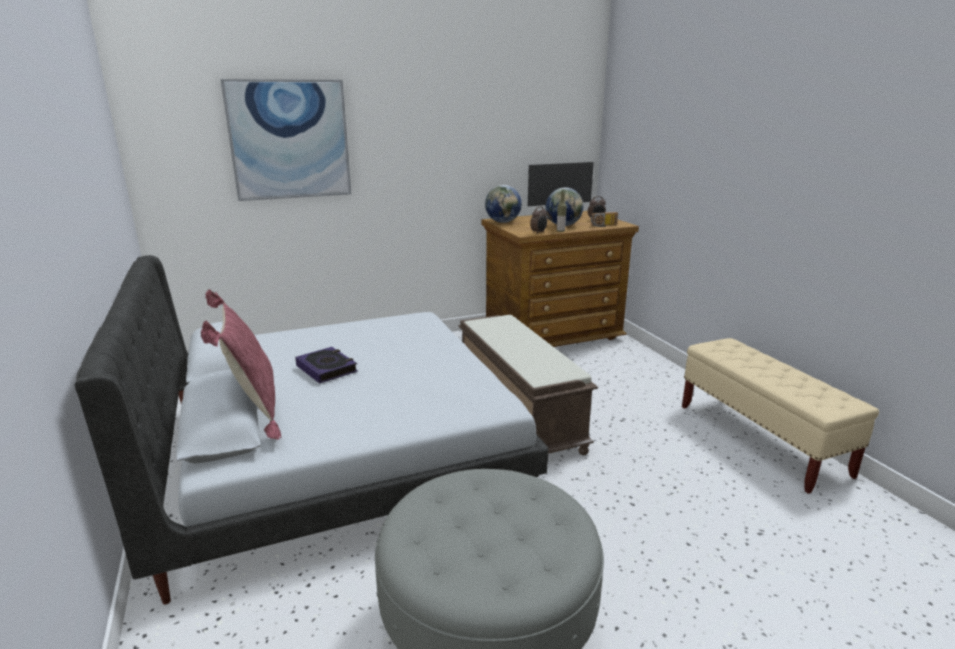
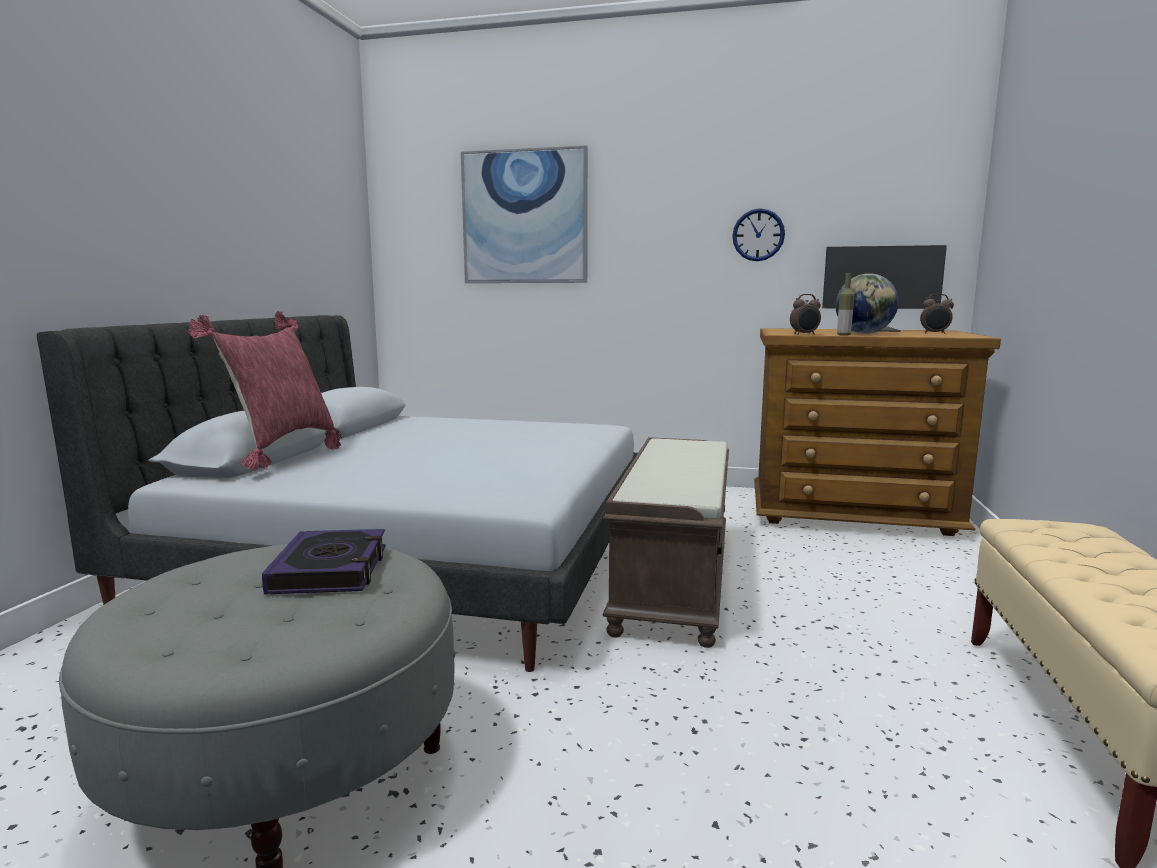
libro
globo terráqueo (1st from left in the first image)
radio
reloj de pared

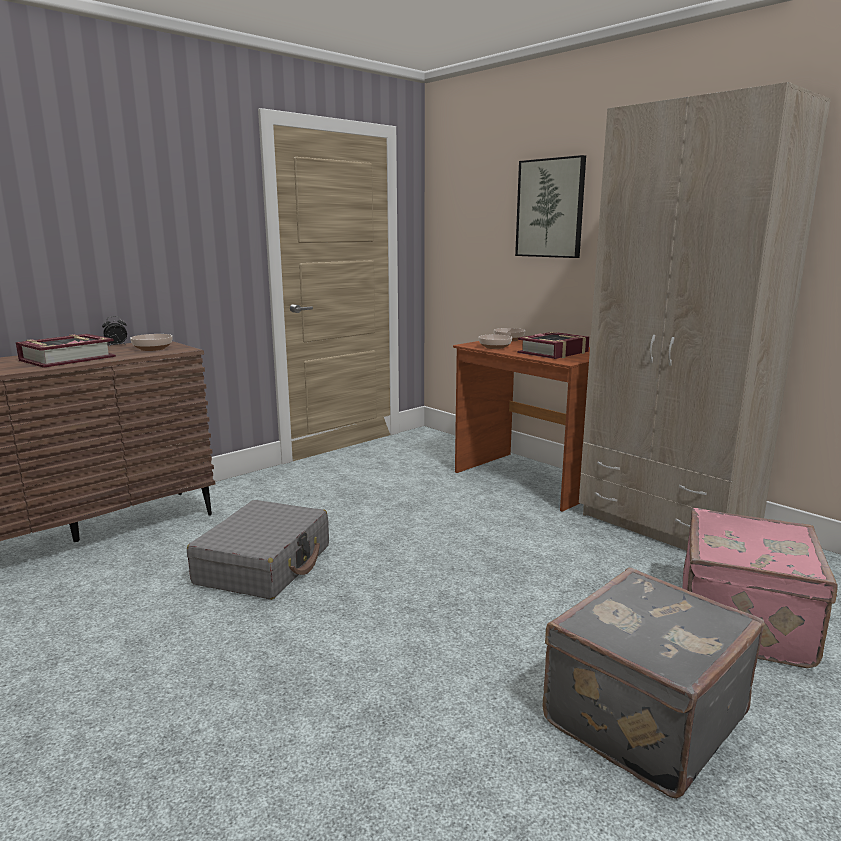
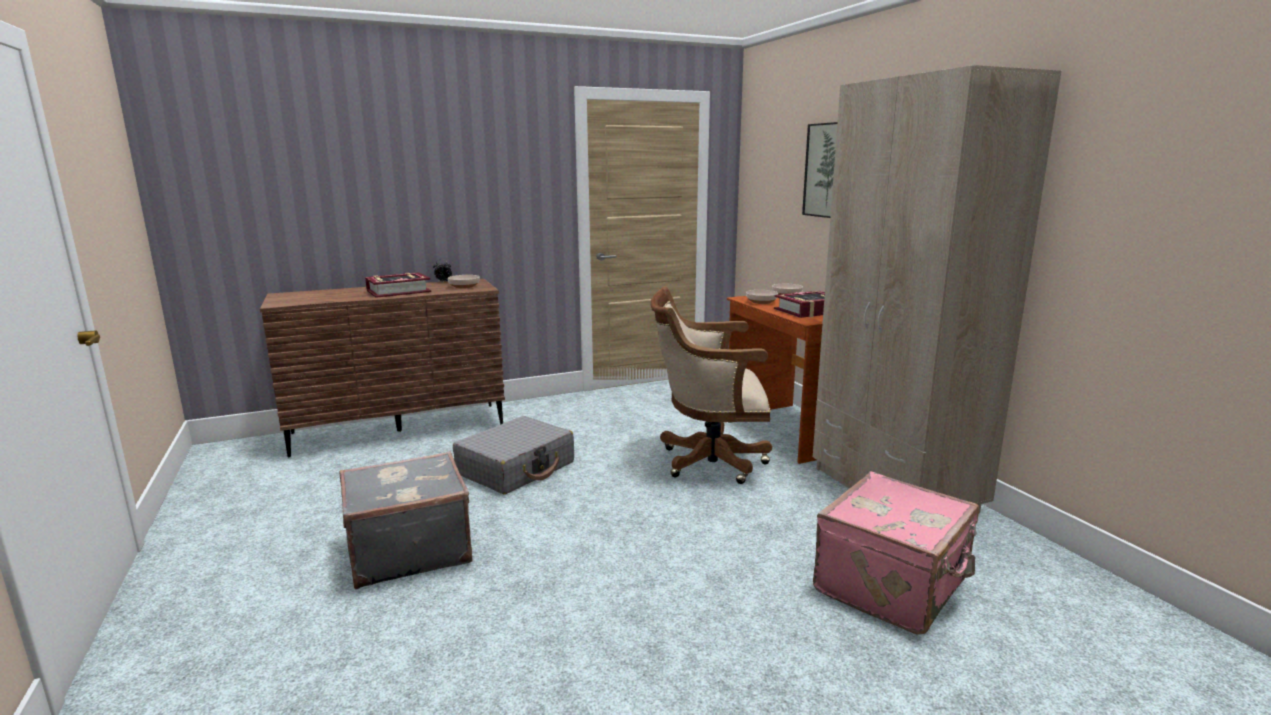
maleta/gris (1st from left)
silla de oficina

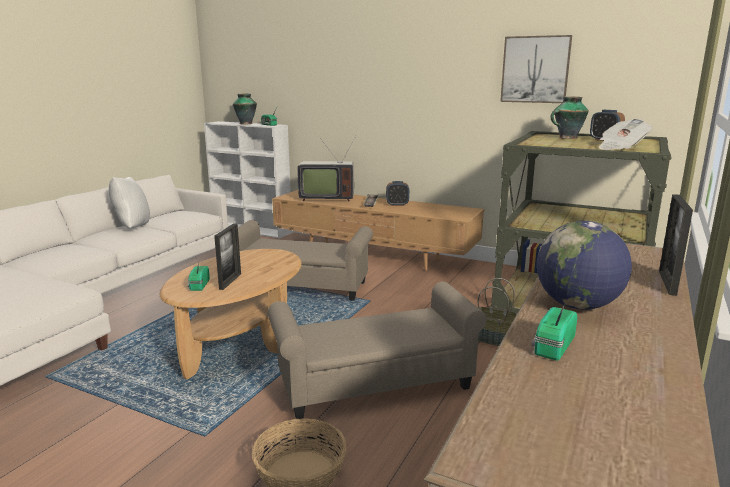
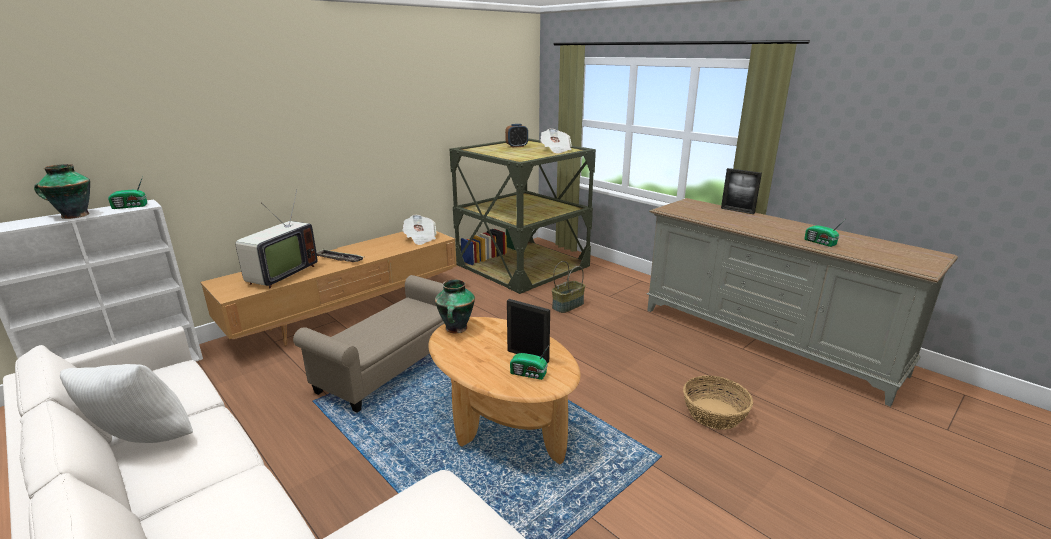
puf/beis (2nd from left in the first image)
despertador (1st from left in the first image)
cuadro
globo terráqueo
florero (2nd from left)
periódico (1st from left)

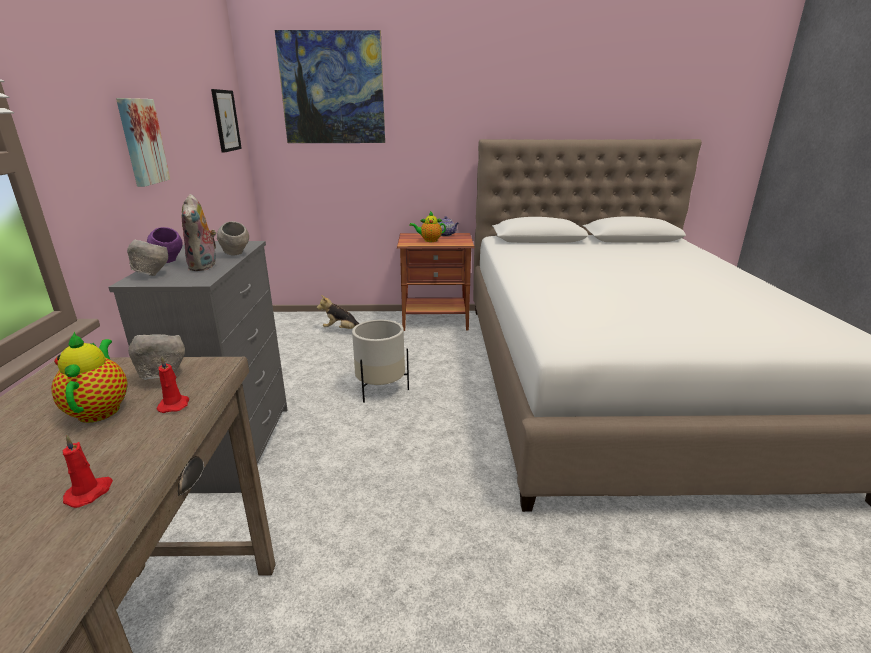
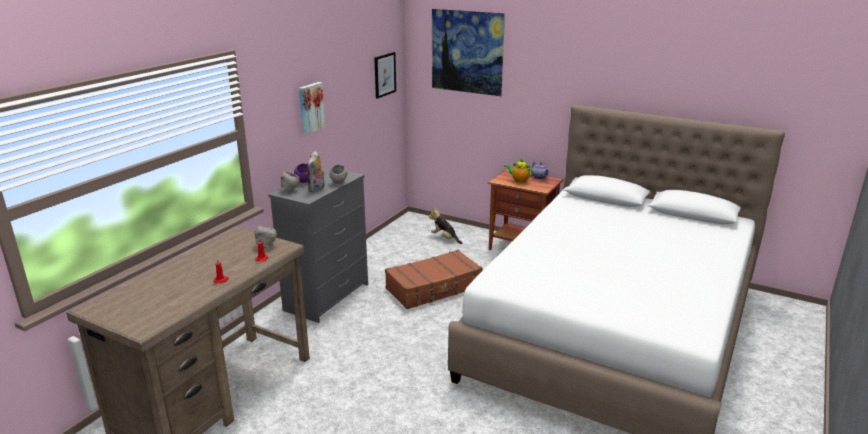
tetera (1st from left in the first image)
maleta/marrón

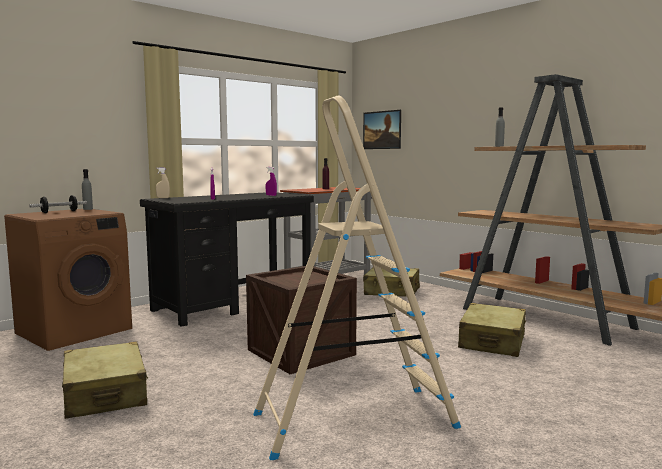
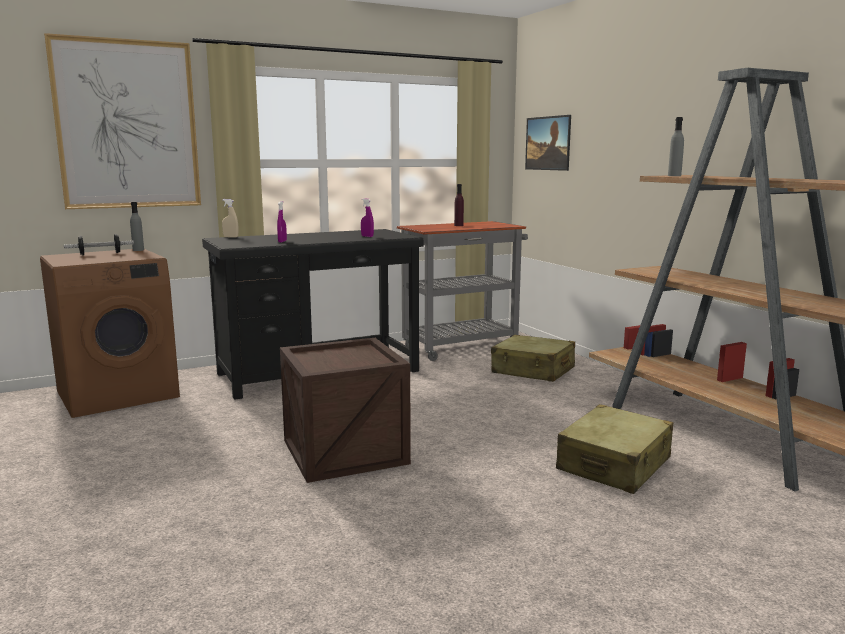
maleta/beis (1st from left in the first image)
escalera de tijera/beis
cuadro (1st from left)

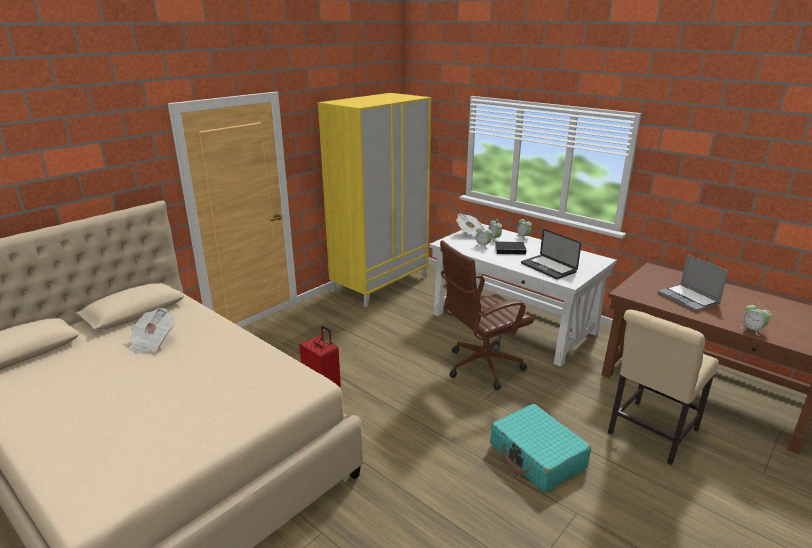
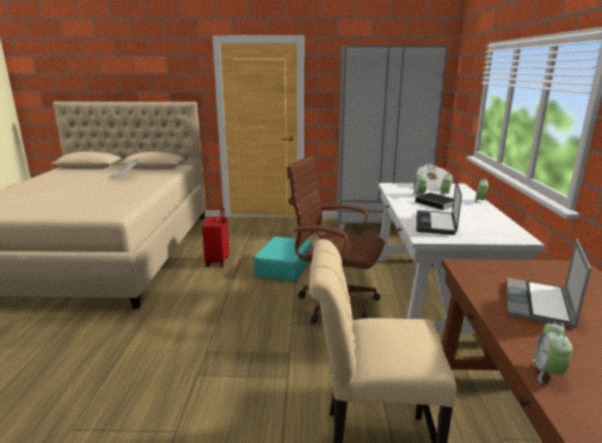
armario ropero/gris
maleta/turquesa

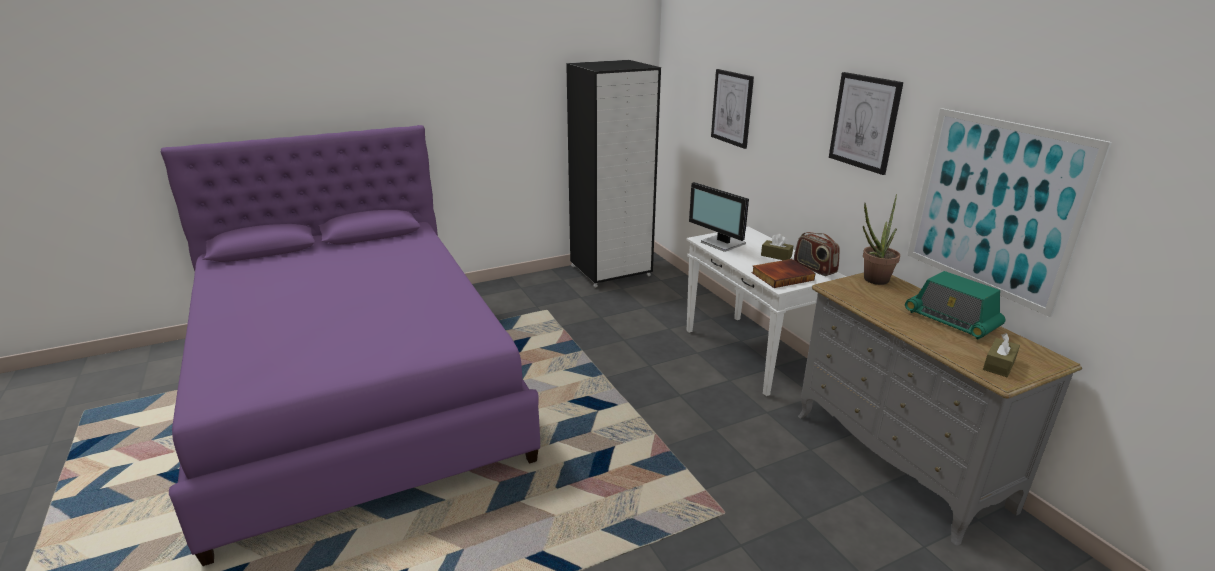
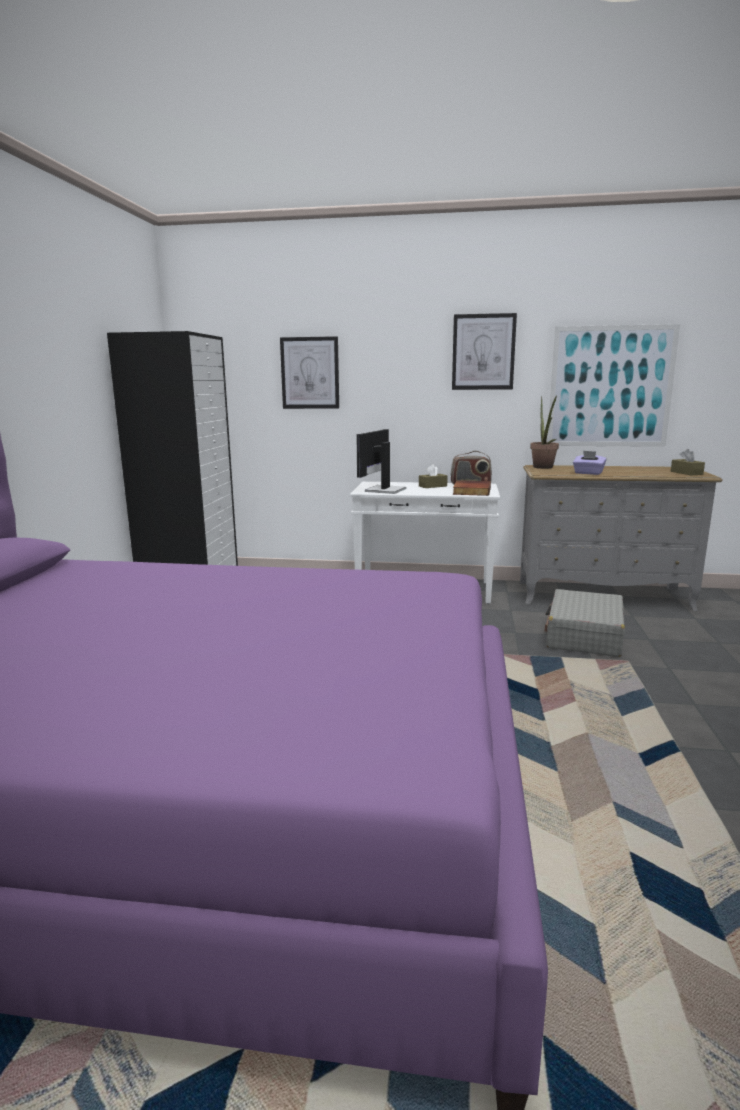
monitor
radio (2nd from left in the first image)
maleta/gris
caja de pañuelos/morado

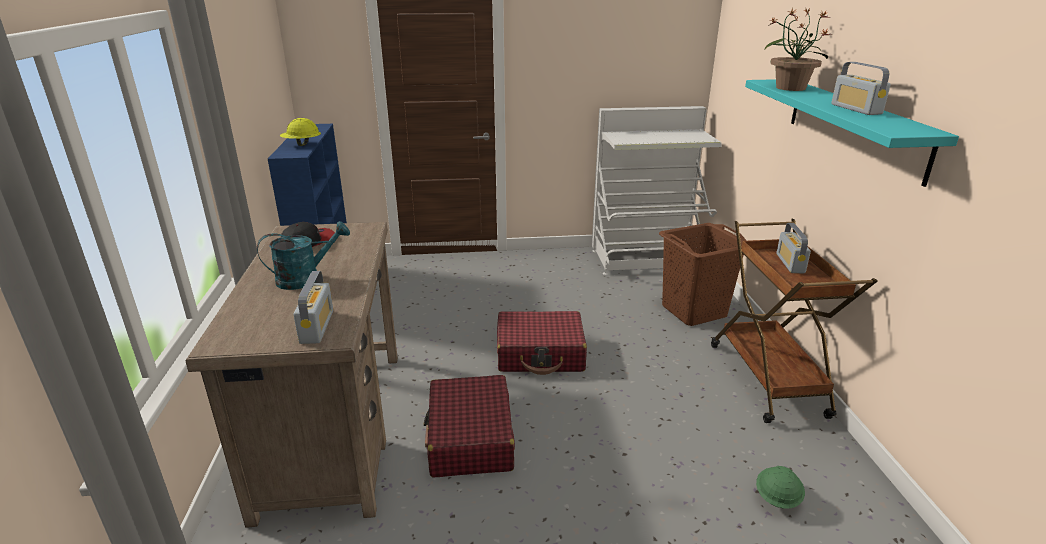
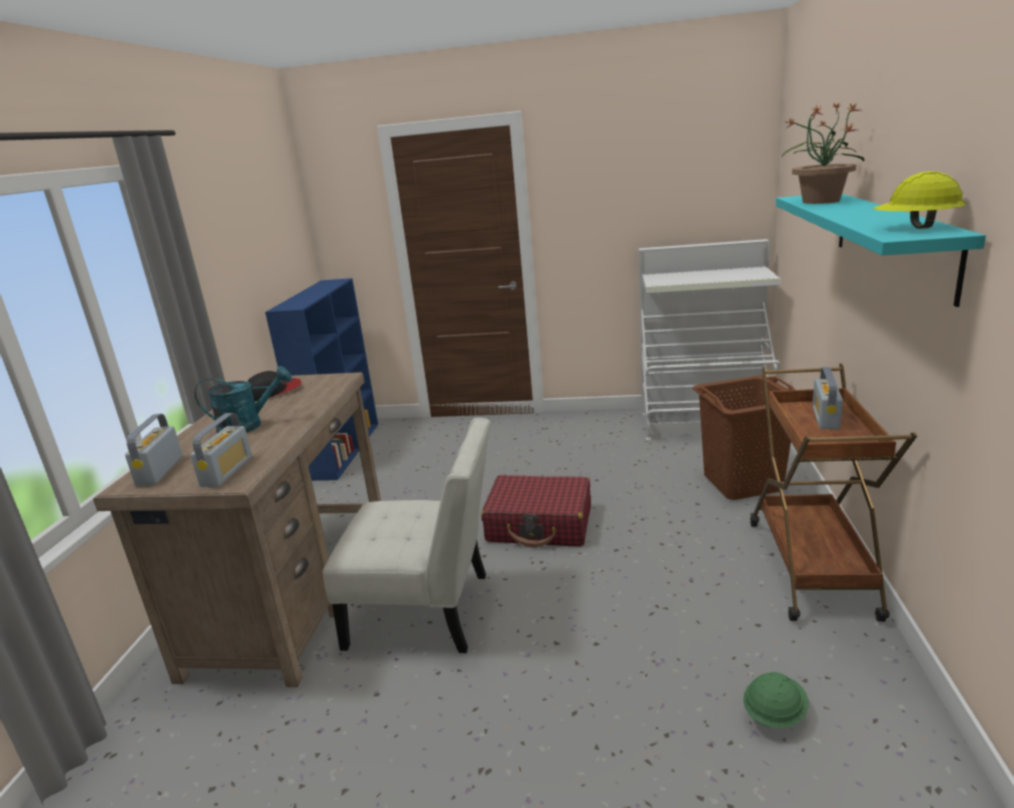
casco/amarillo
silla/blanco
radio (1st from left)

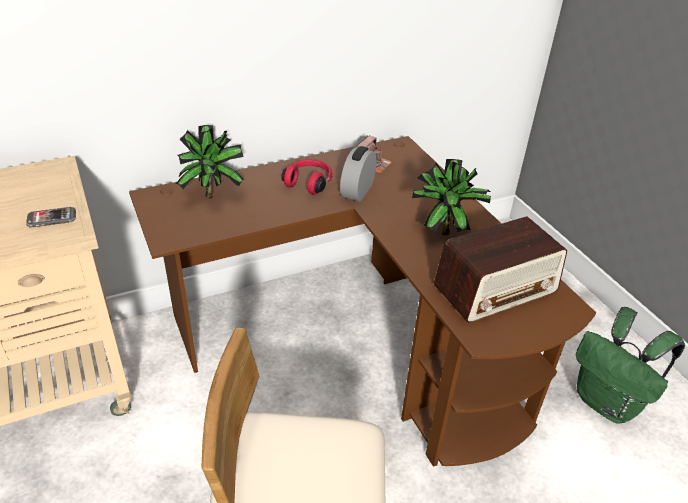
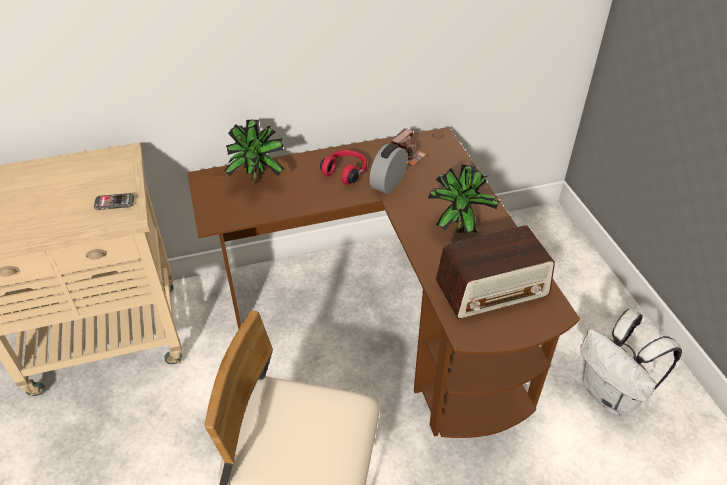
mochila/blanco

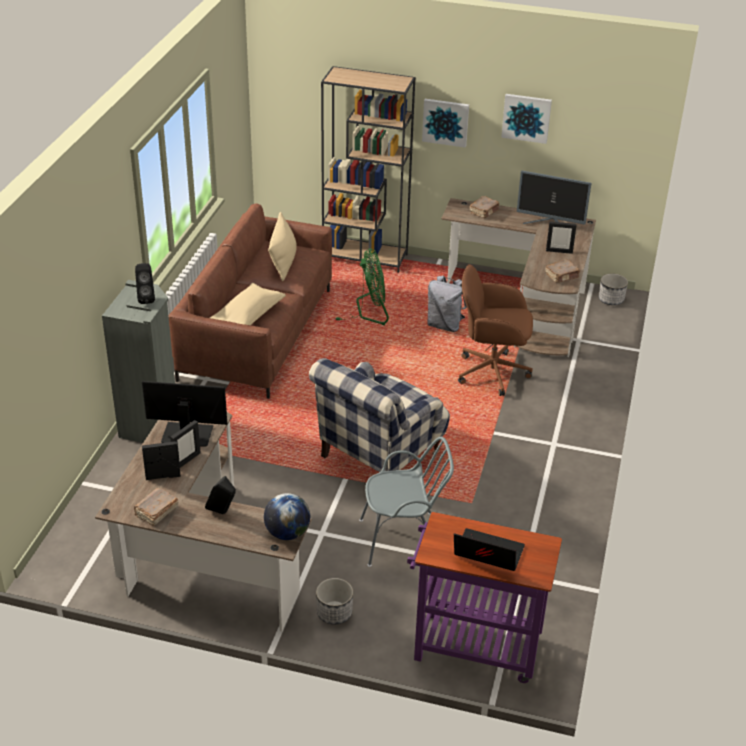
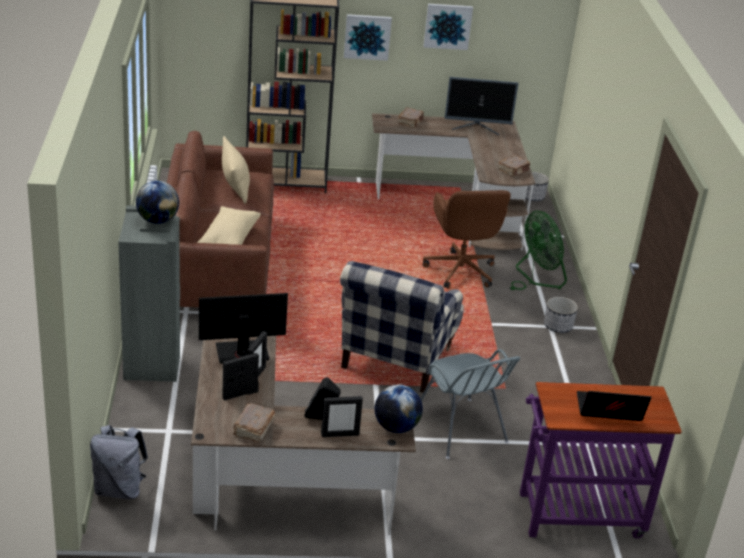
globo terráqueo (1st from left)
maceta (2nd from left)
ventilador/verde
silla/gris
mochila/gris
silla de oficina/marrón
portarretratos (3rd from left)

